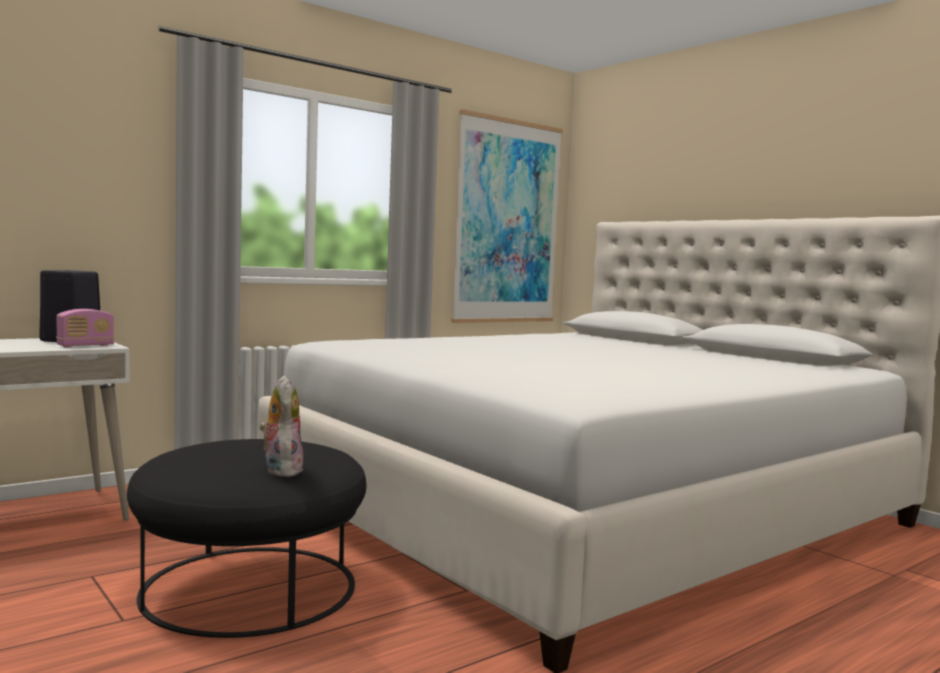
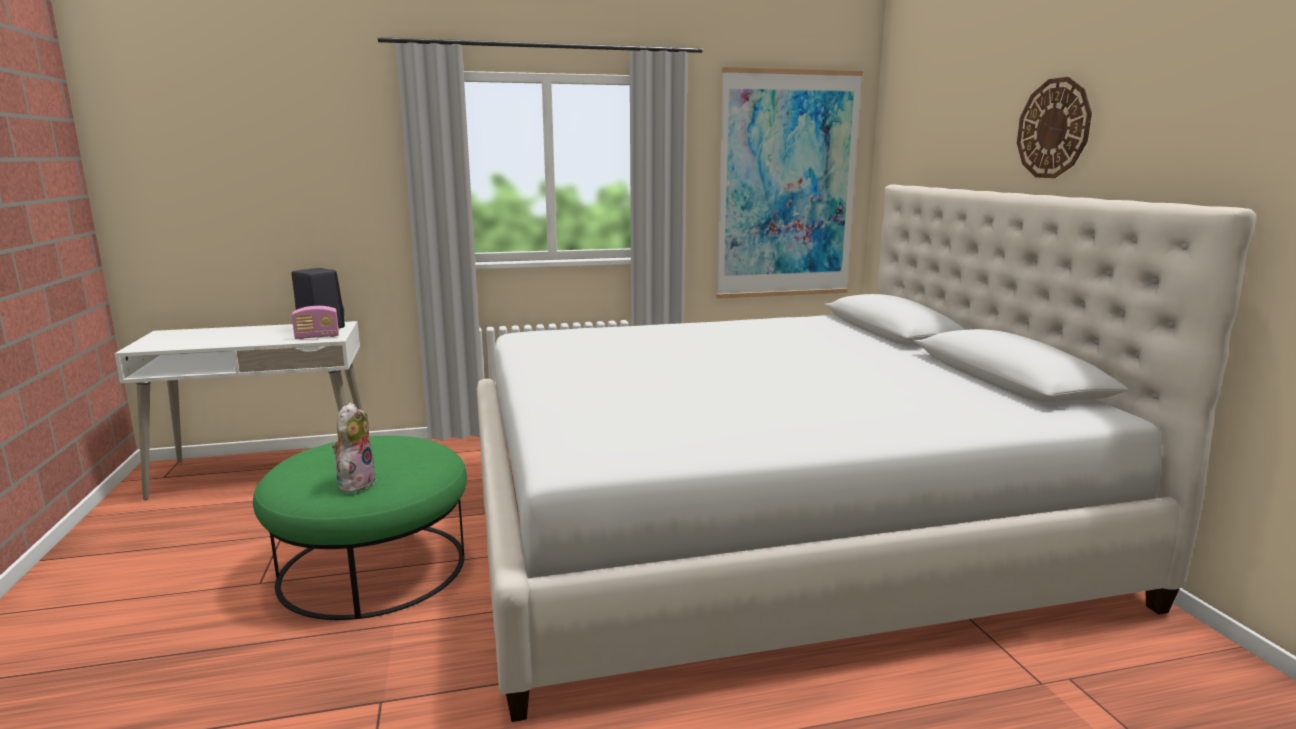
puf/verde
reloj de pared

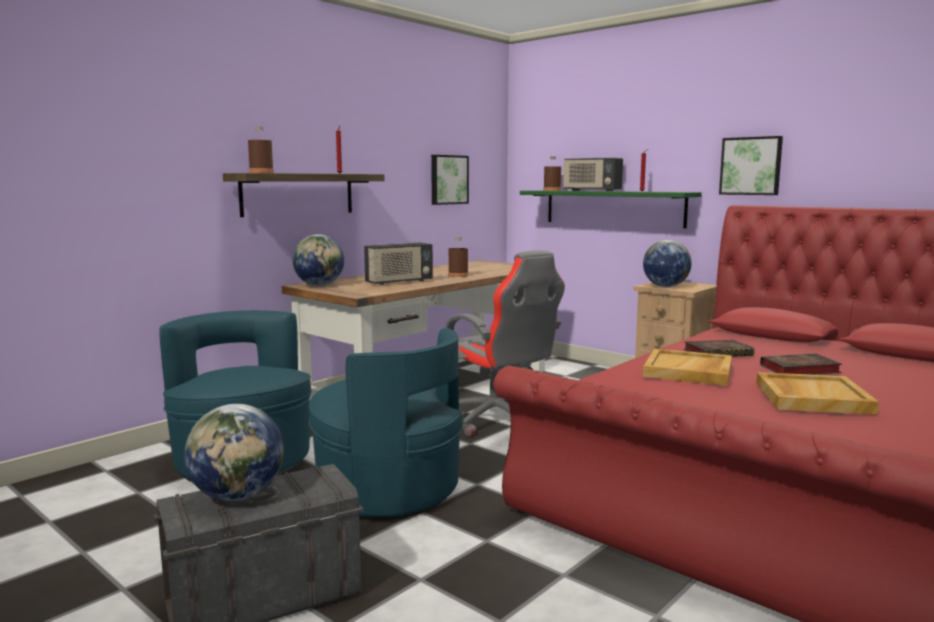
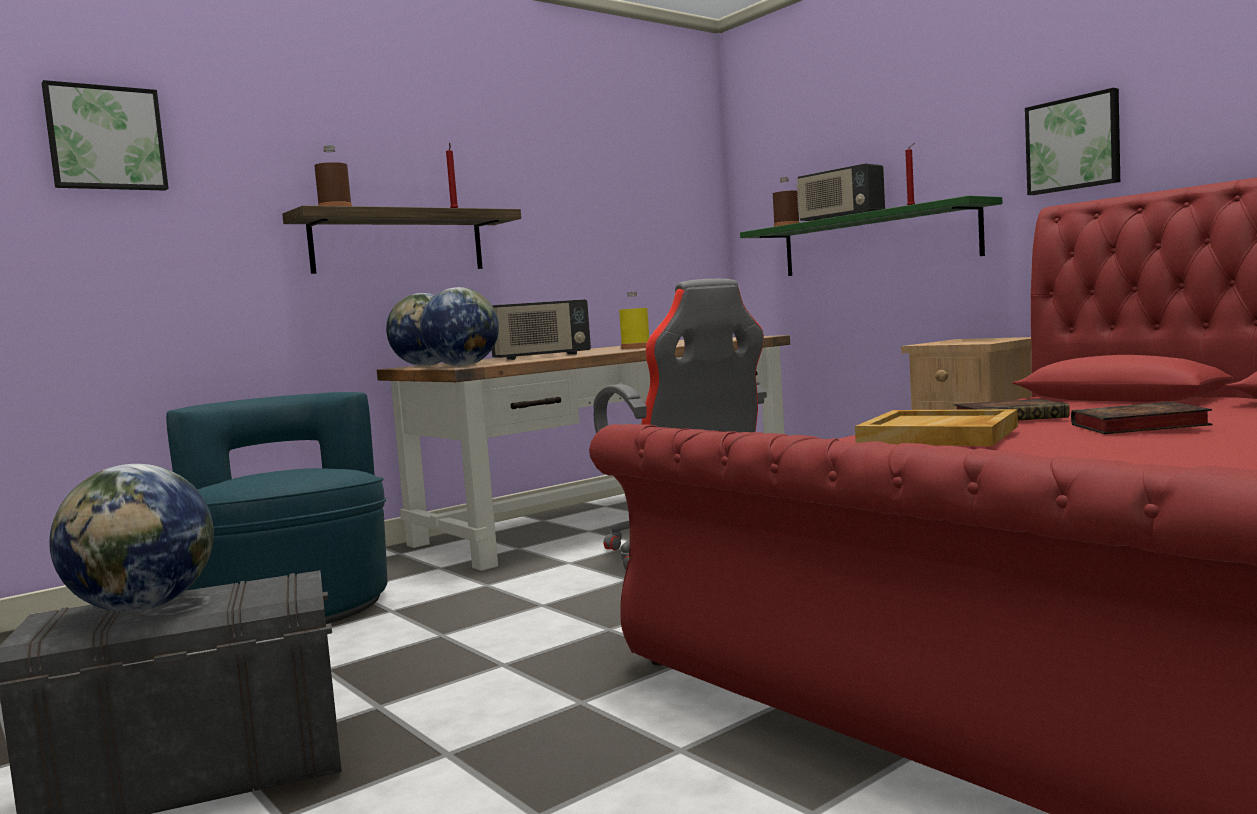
sillón/turquesa (2nd from left in the first image)
cuadro (1st from left)
botella/amarillo
globo terráqueo (3rd from left)
bandeja/beis (2nd from left in the first image)

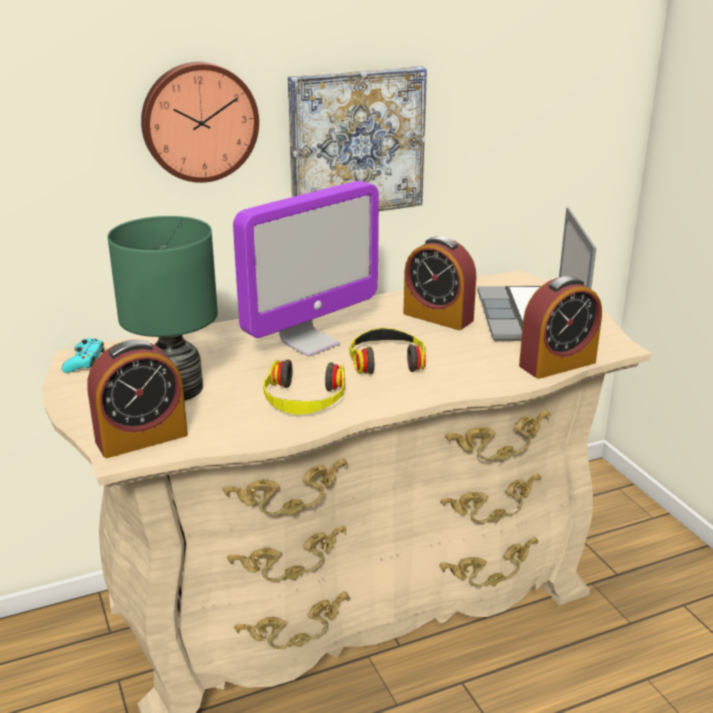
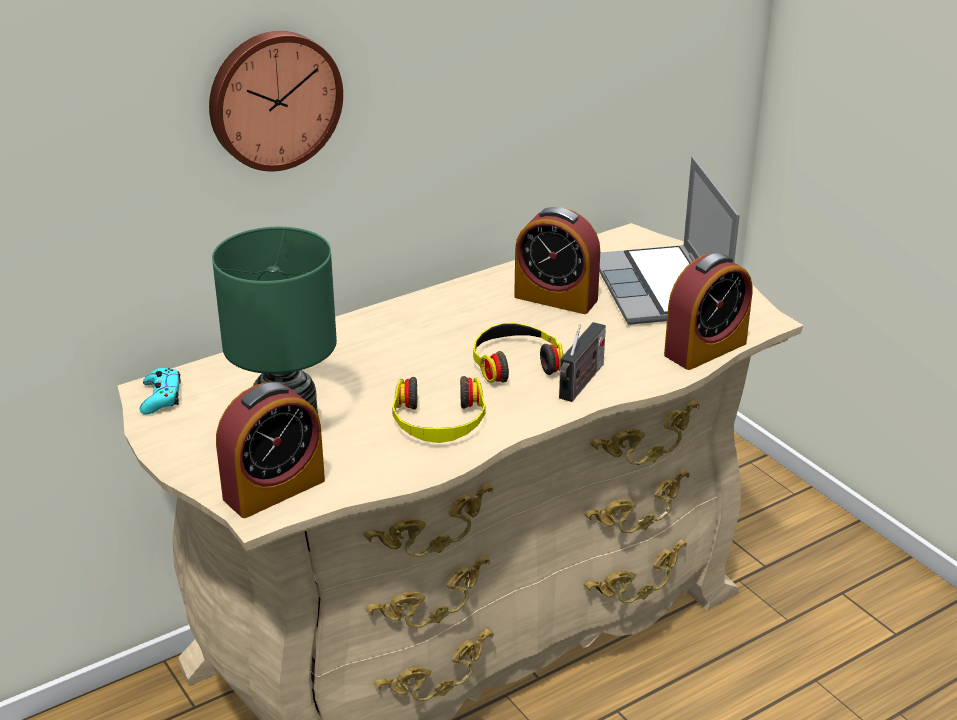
monitor
cuadro
radio

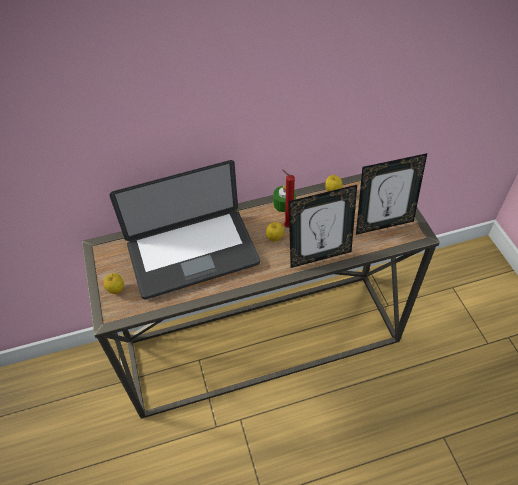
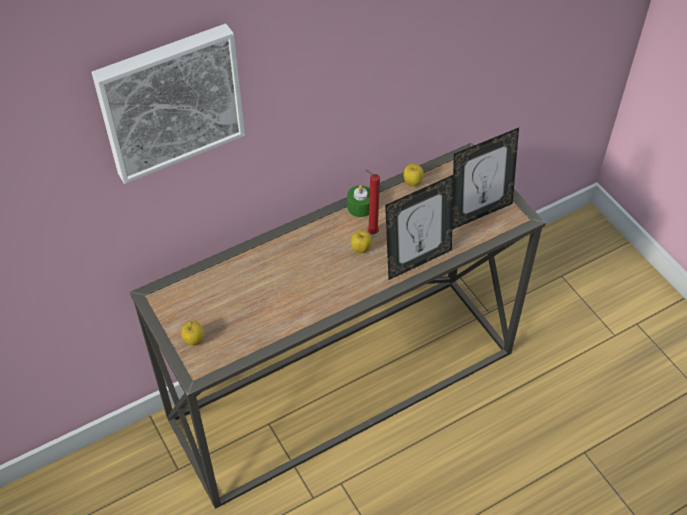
portátil
cuadro

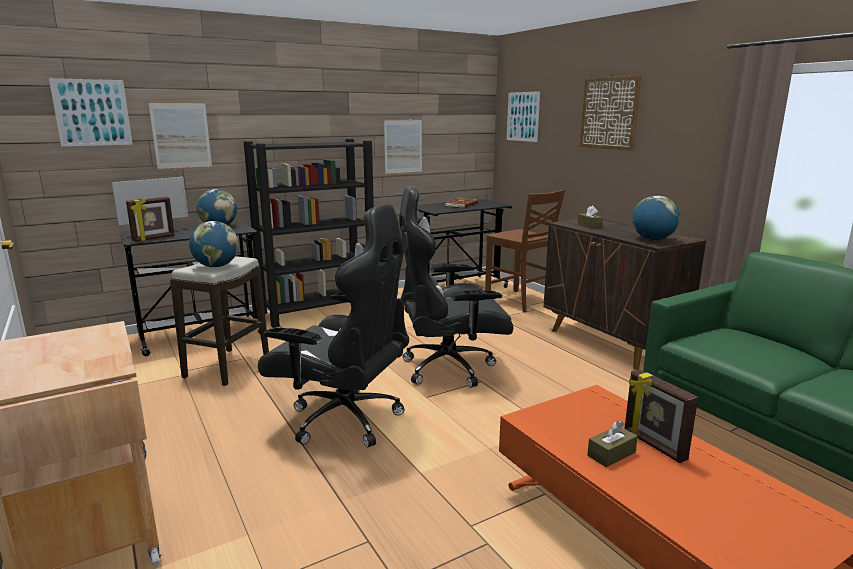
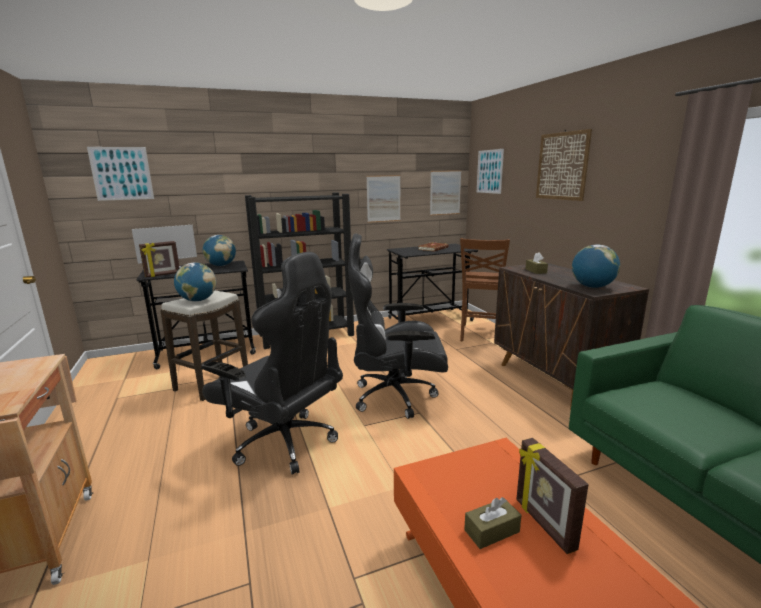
cuadro (3rd from left)
silla/marrón

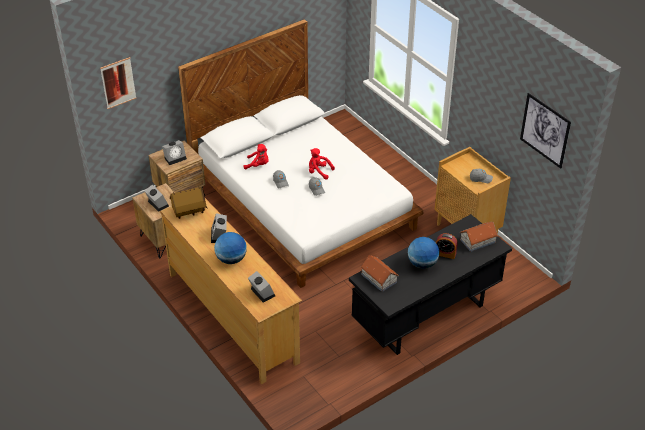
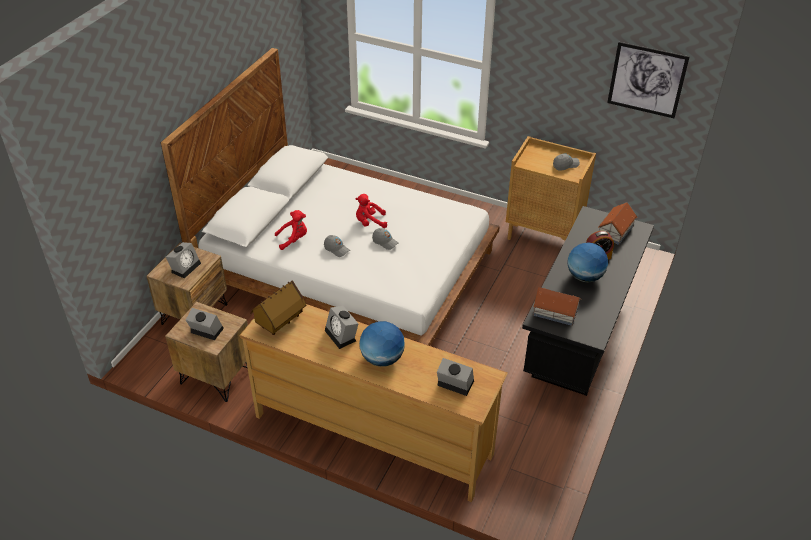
cuadro (1st from left in the first image)

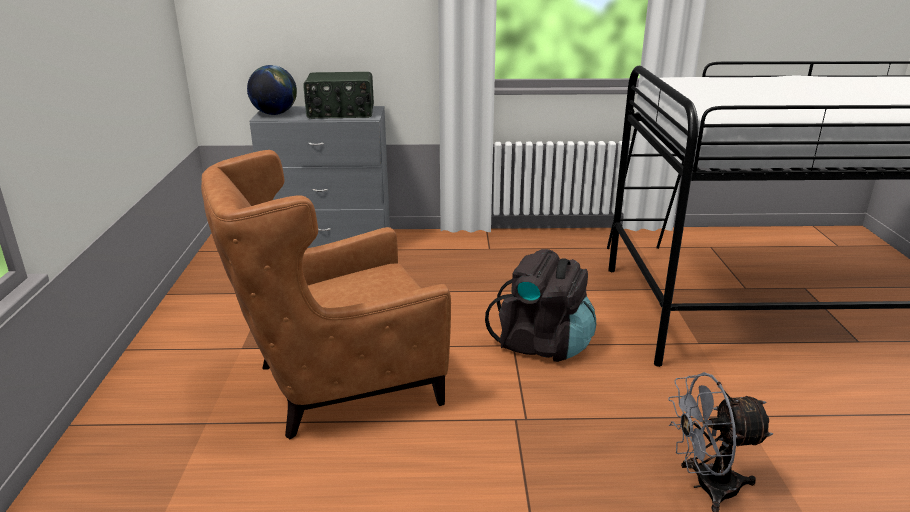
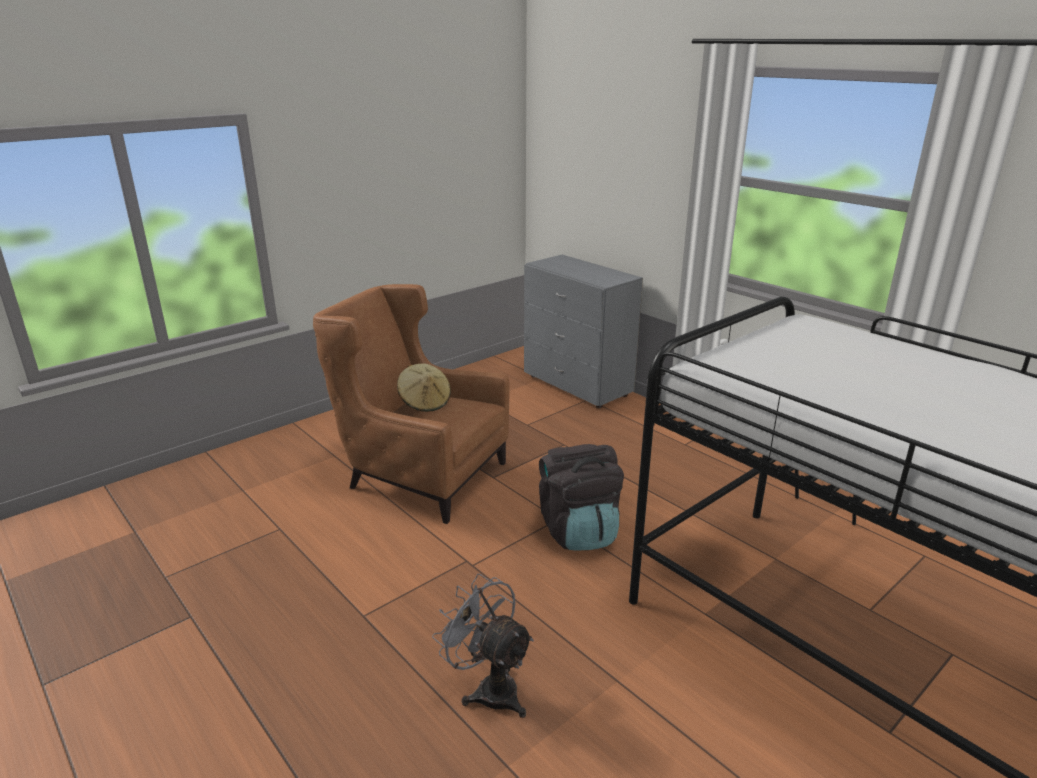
globo terráqueo
radio
sombrero/beis

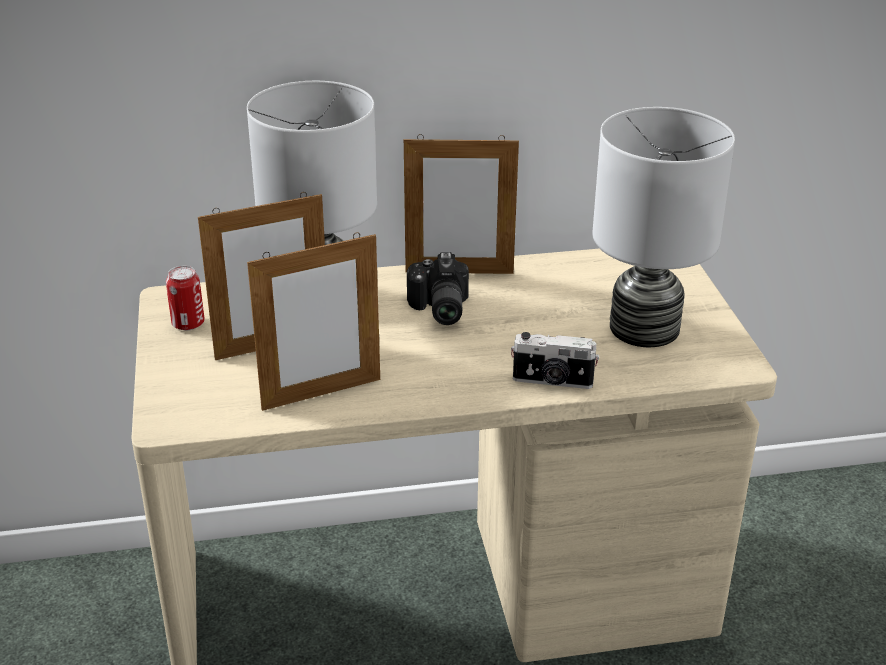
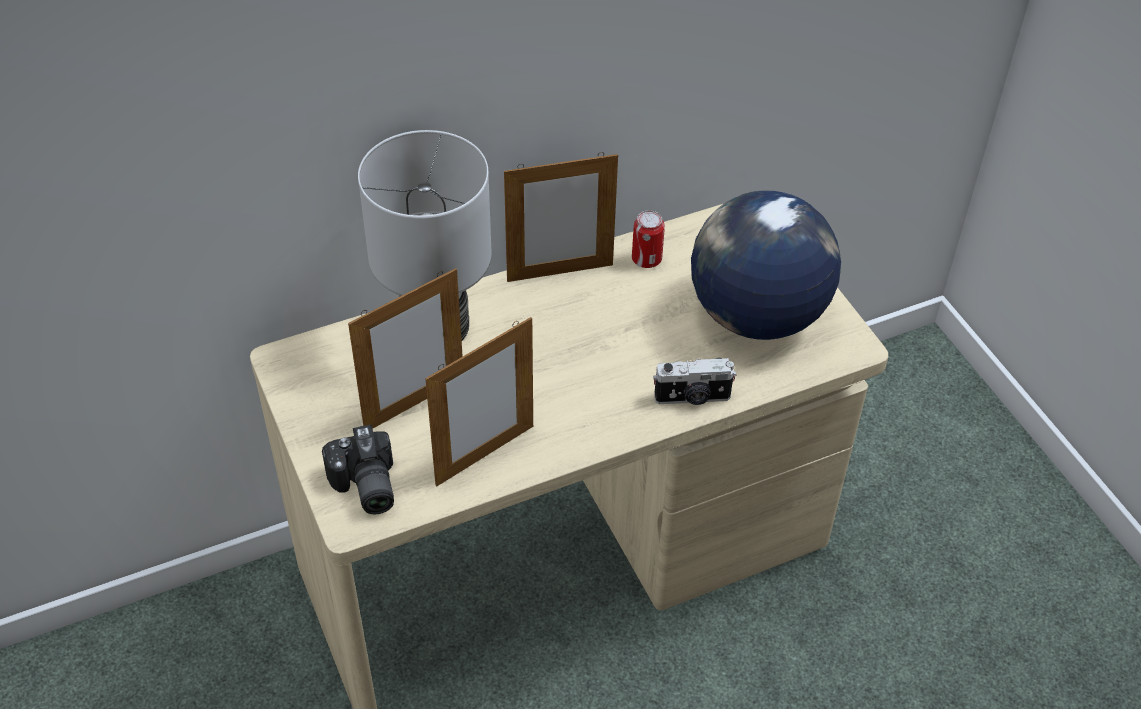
lata
cámara (1st from left)
globo terráqueo

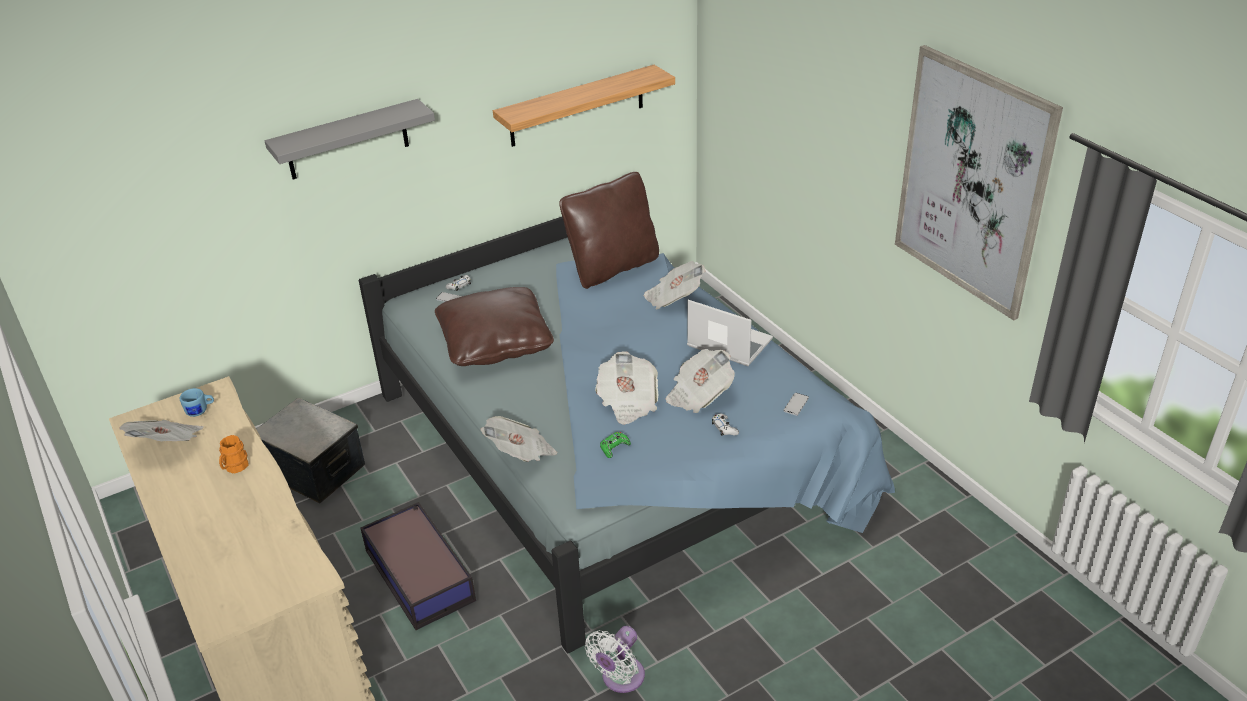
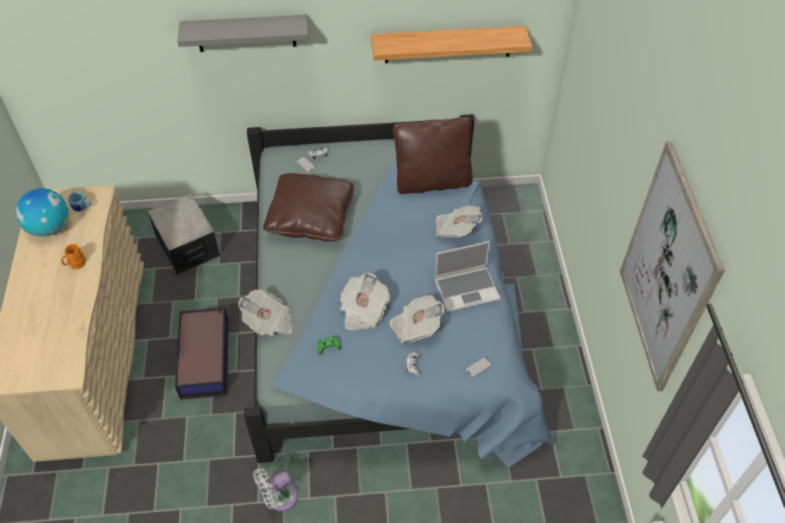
globo terráqueo
portátil

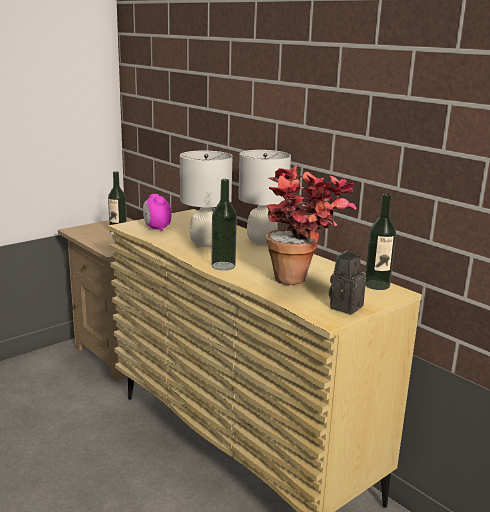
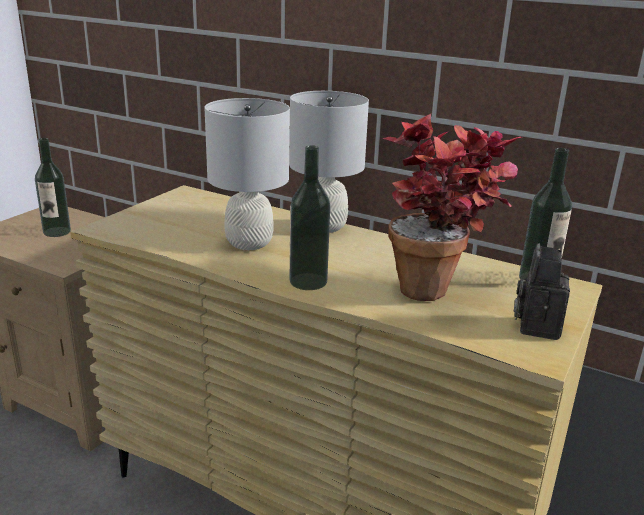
despertador

